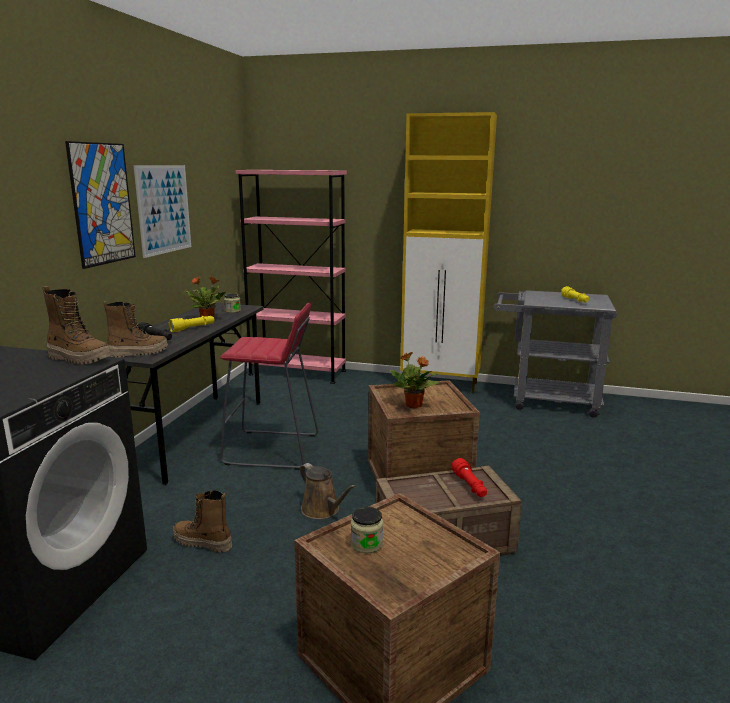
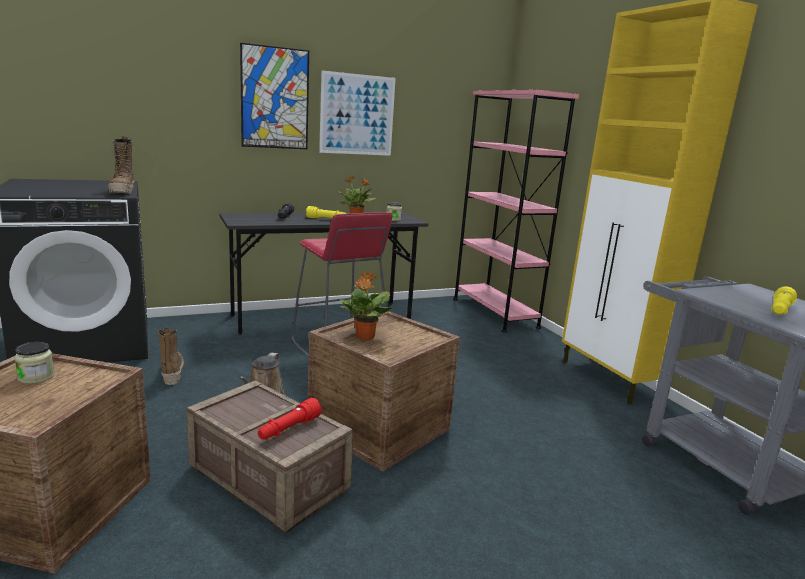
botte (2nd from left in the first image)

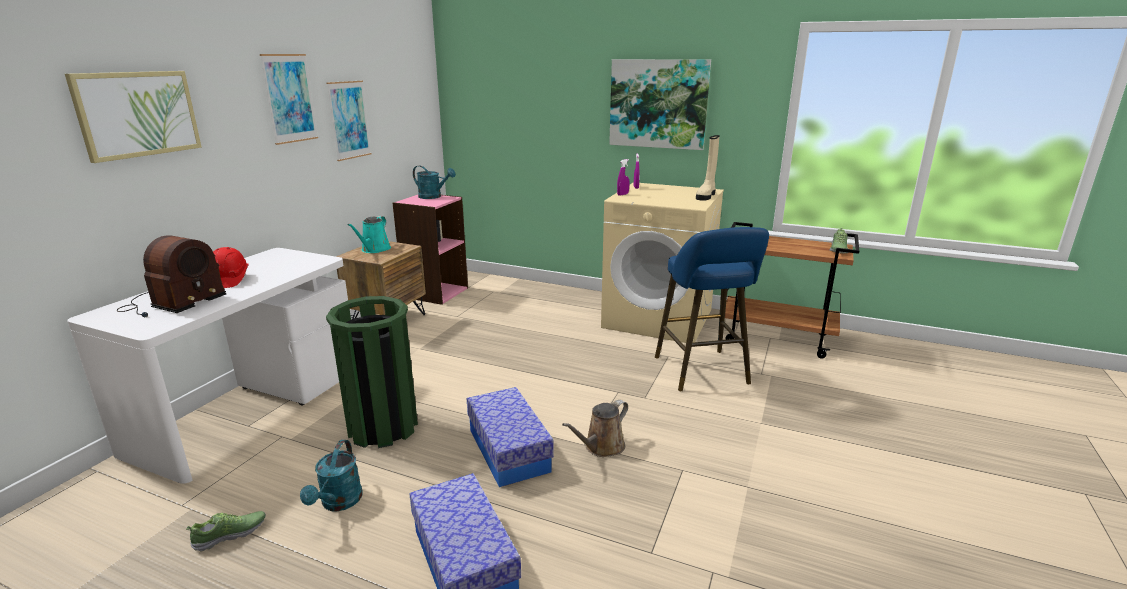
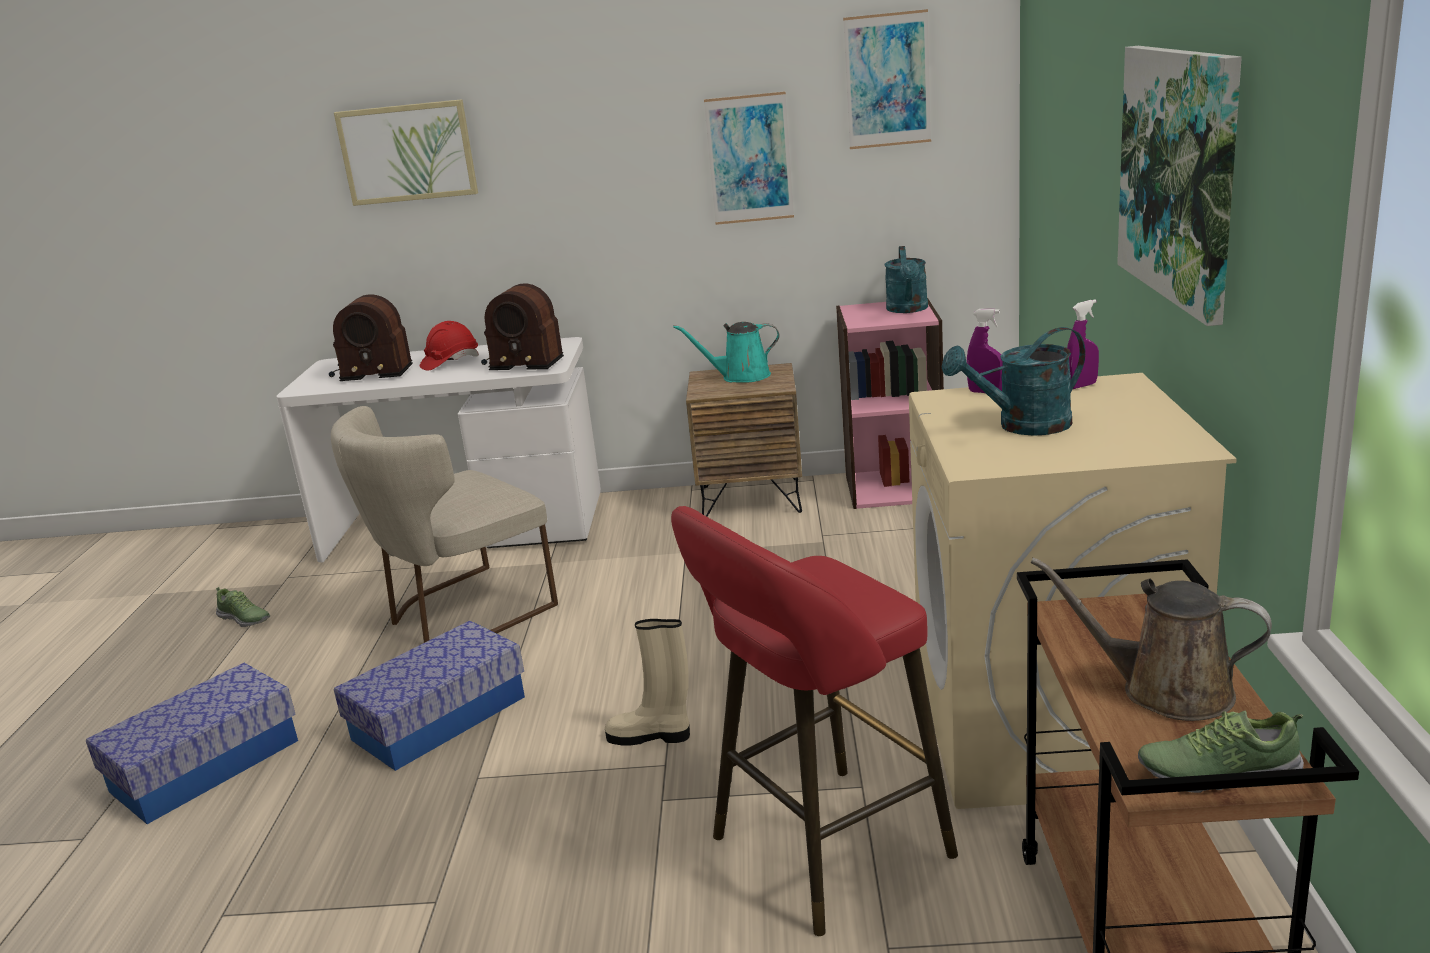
radio (2nd from left); tableau (3rd from left); arrosoir/turquoise (3rd from left); arrosoir/marron; botte/beige; chaise/beige; tabouret/rouge

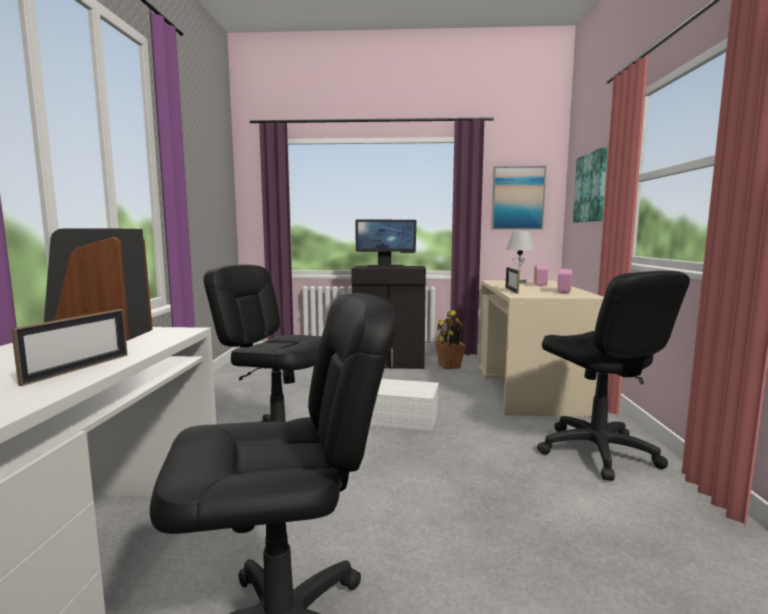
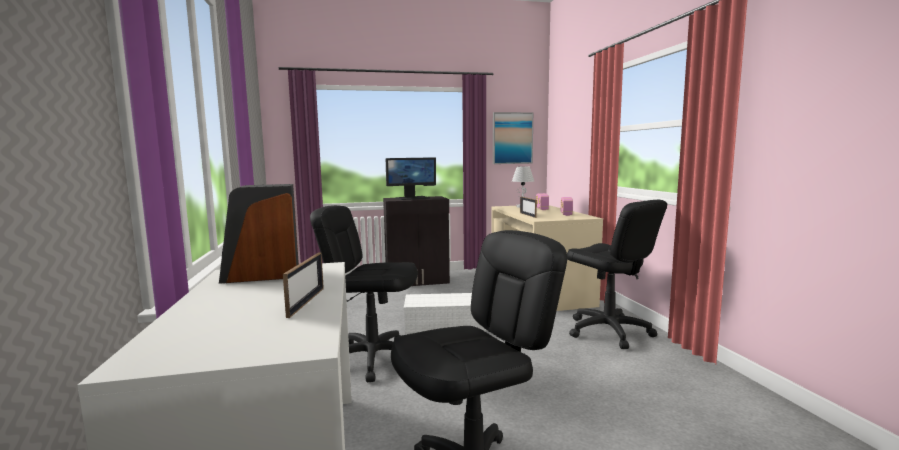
plante en pot; tableau (2nd from left in the first image)

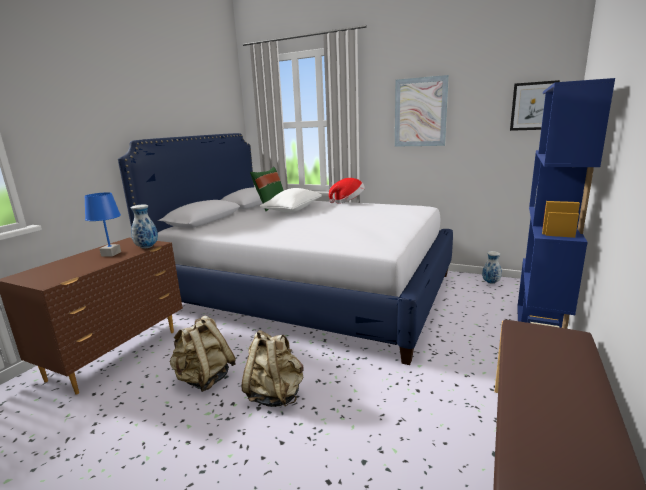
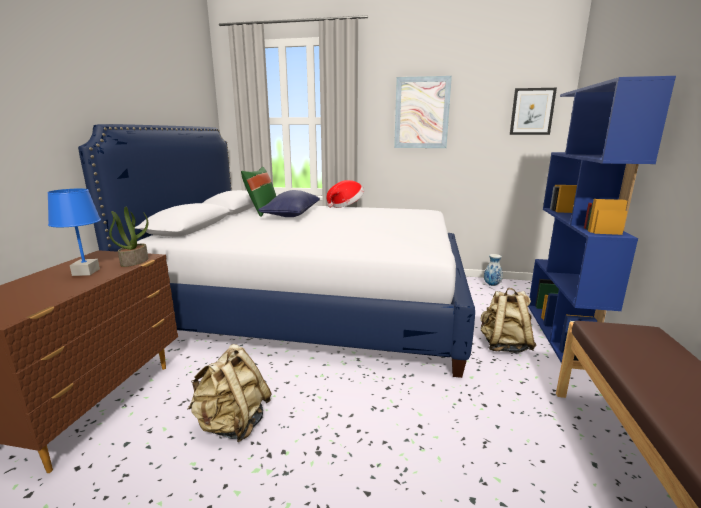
sac à dos/beige (2nd from left); plante en pot; coussin/bleu

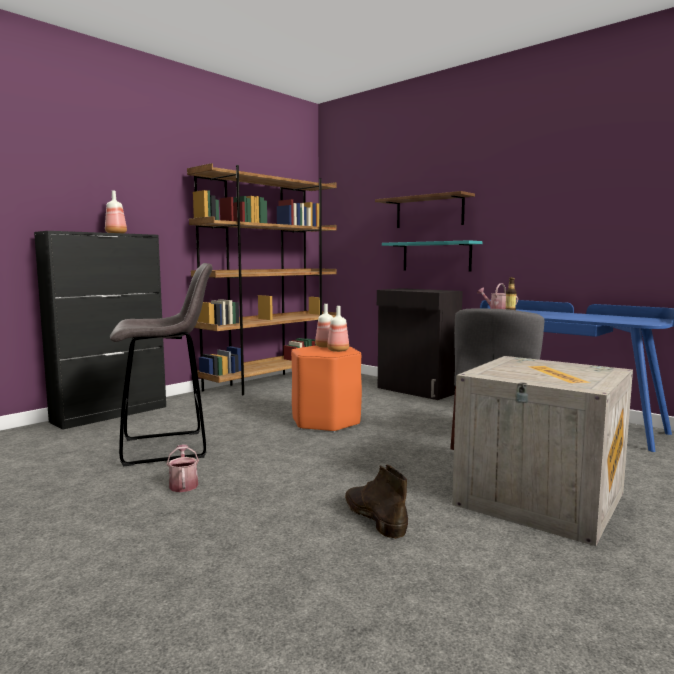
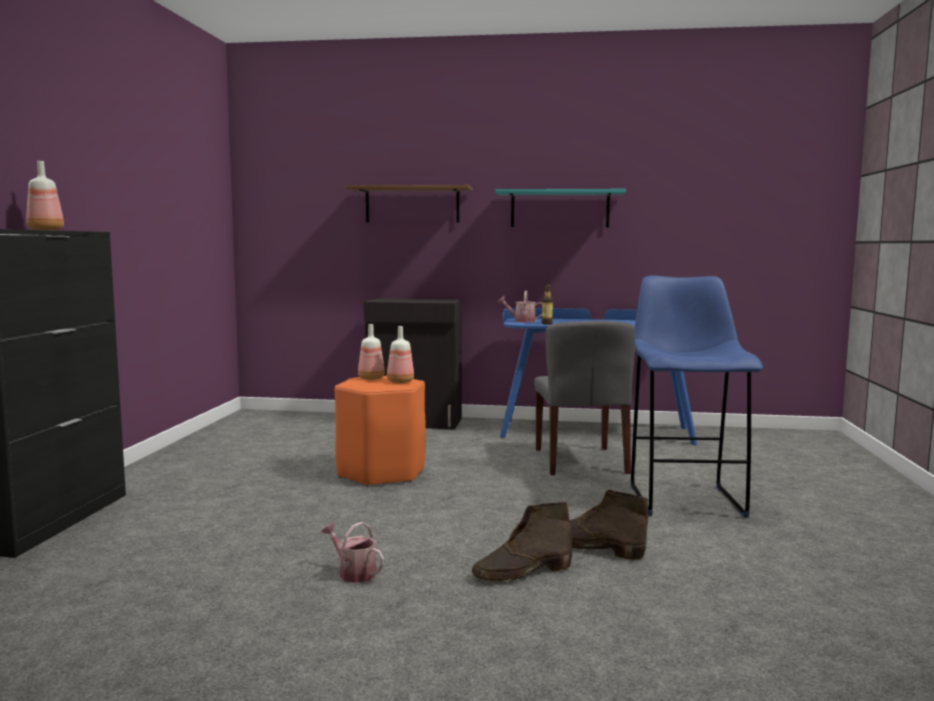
tabouret/gris; bibliothèque/marron; botte/marron (1st from left); étagère/turquoise; tabouret/bleu

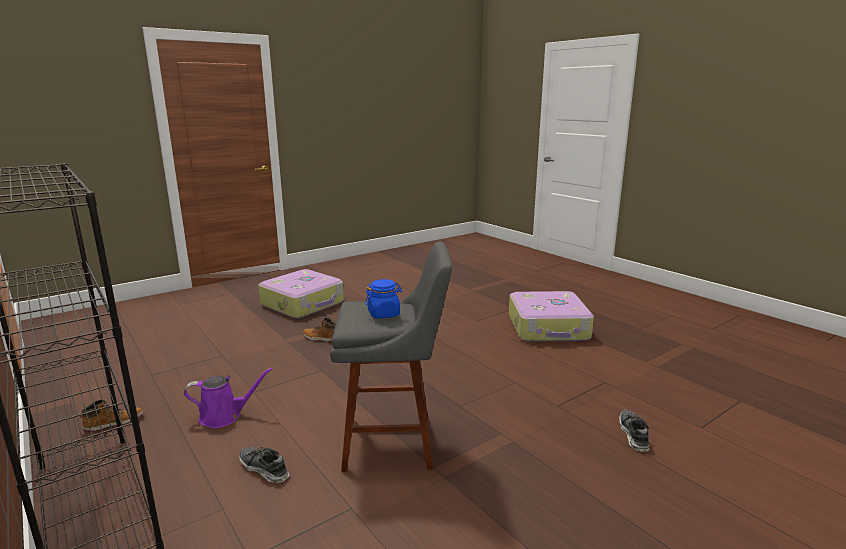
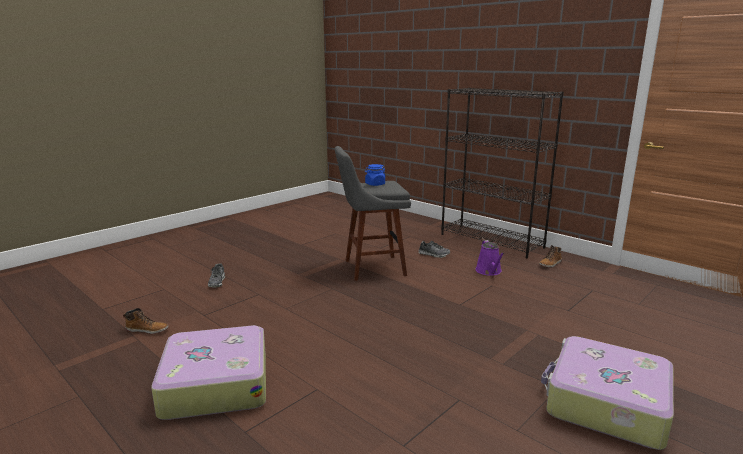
botte (1st from left); arrosoir/violet

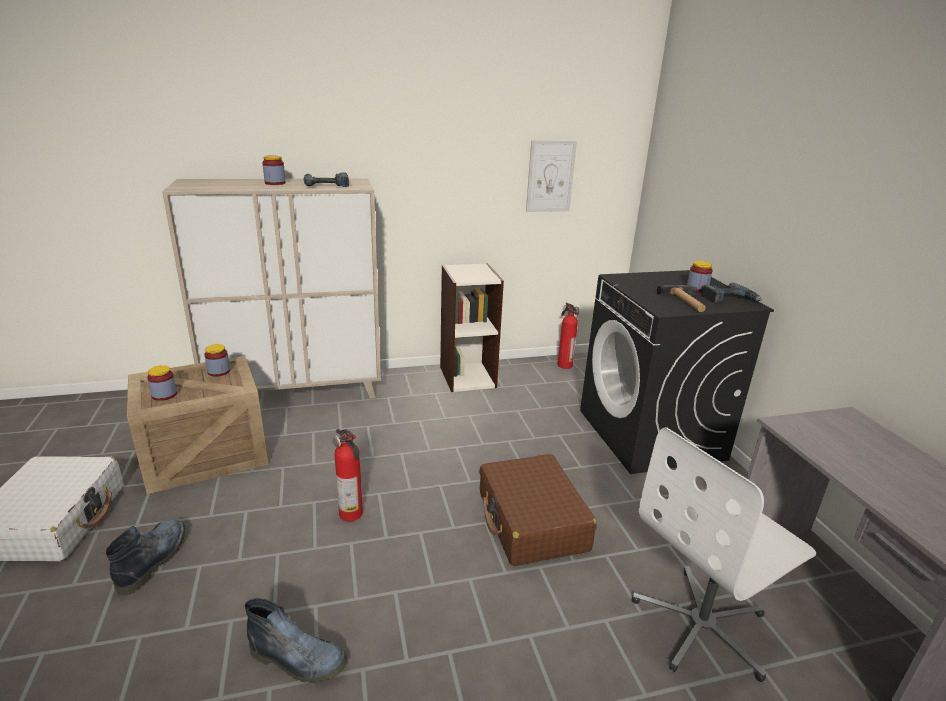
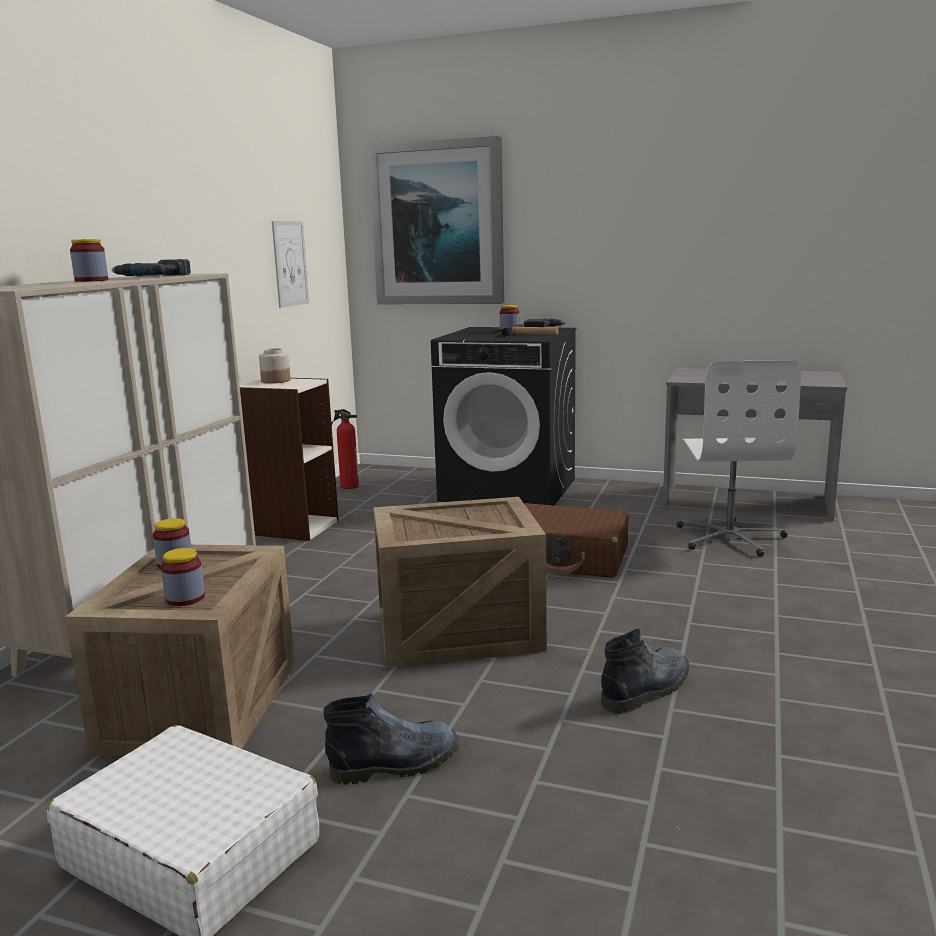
bocal (4th from left); tableau (2nd from left); caisse (2nd from left); botte (1st from left)

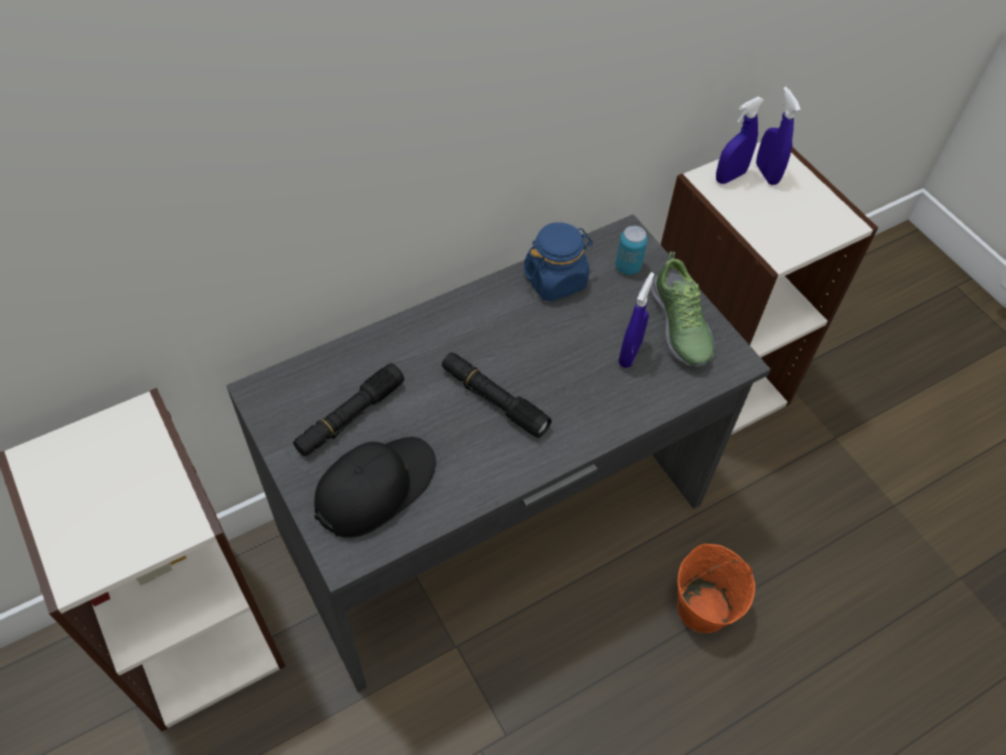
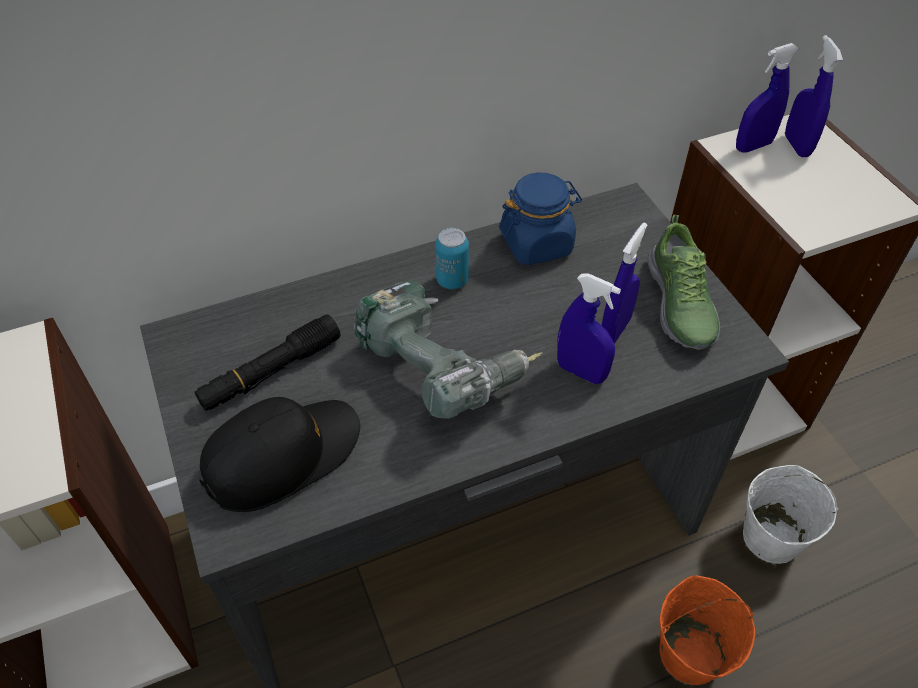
vaporisateur/bleu (1st from left); seau/blanc; boîte métallique; perceuse

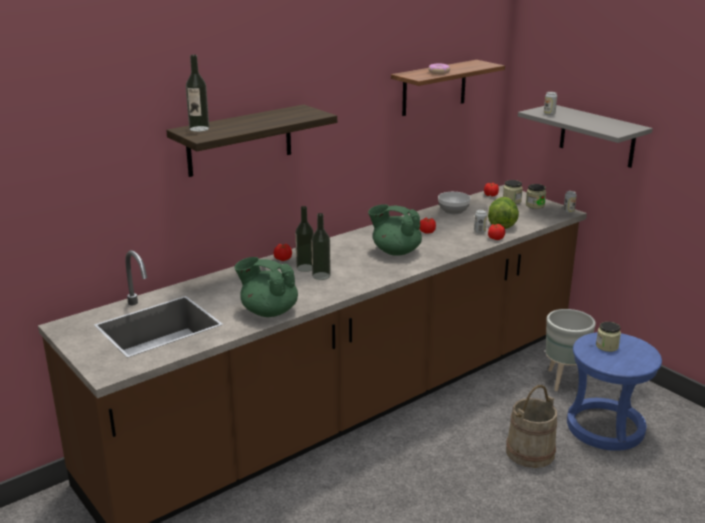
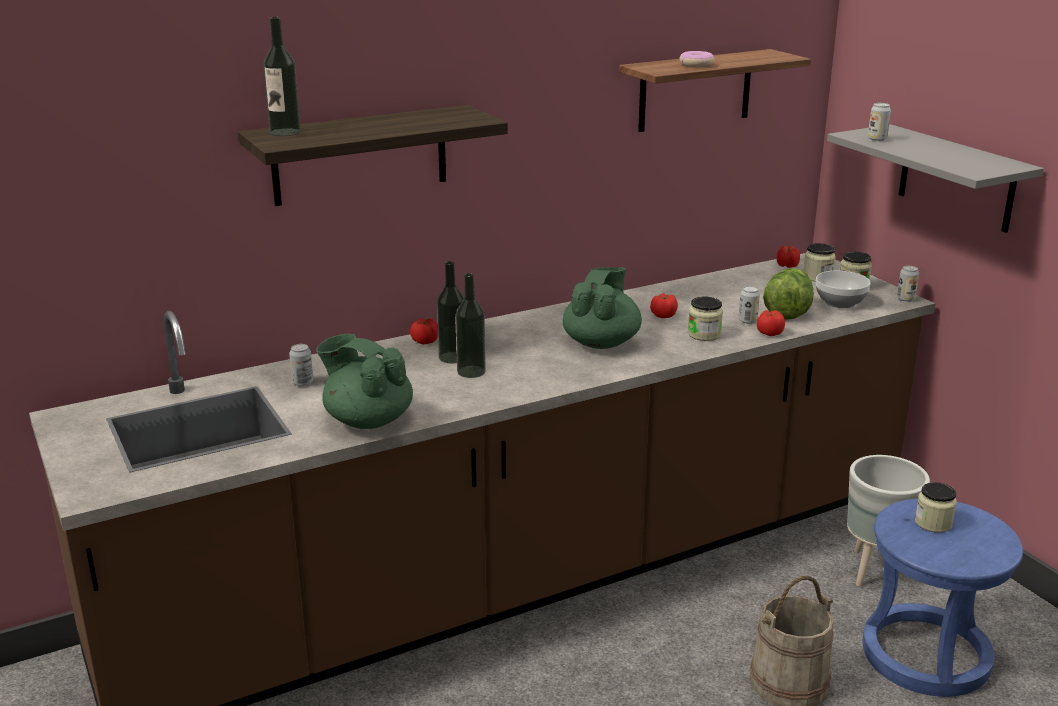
boîte métallique (1st from left); bocal (1st from left); bol; théière/vert (2nd from left)

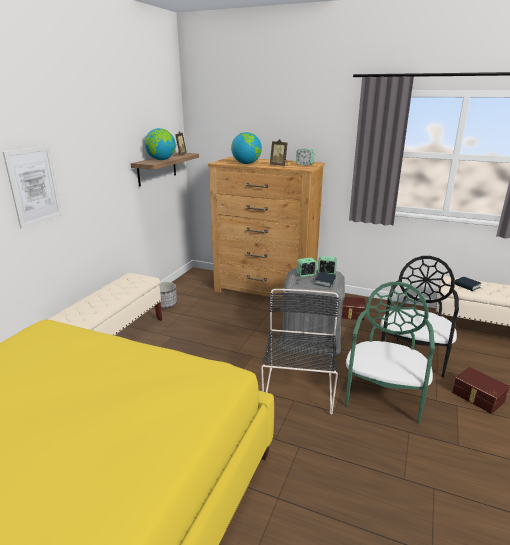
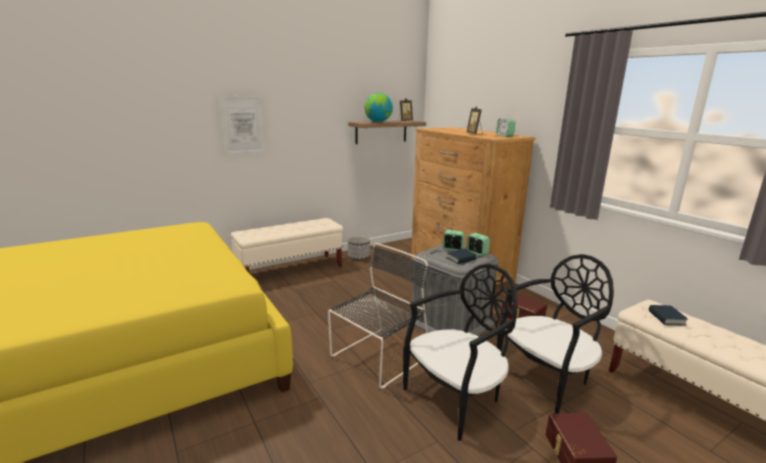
globe (2nd from left in the first image); chaise/noir (2nd from left)

